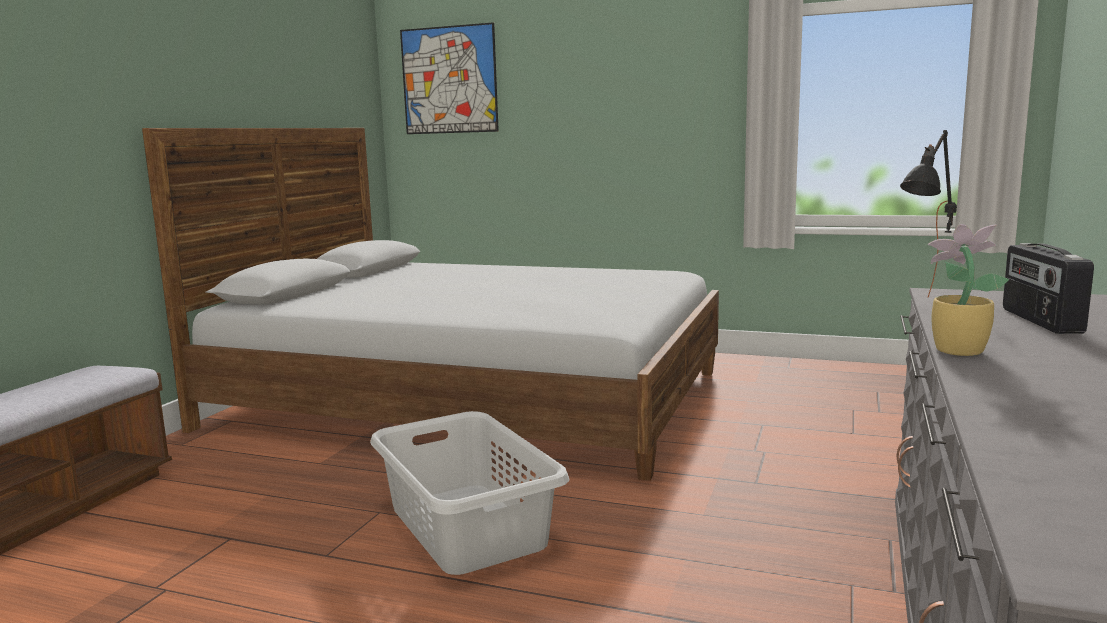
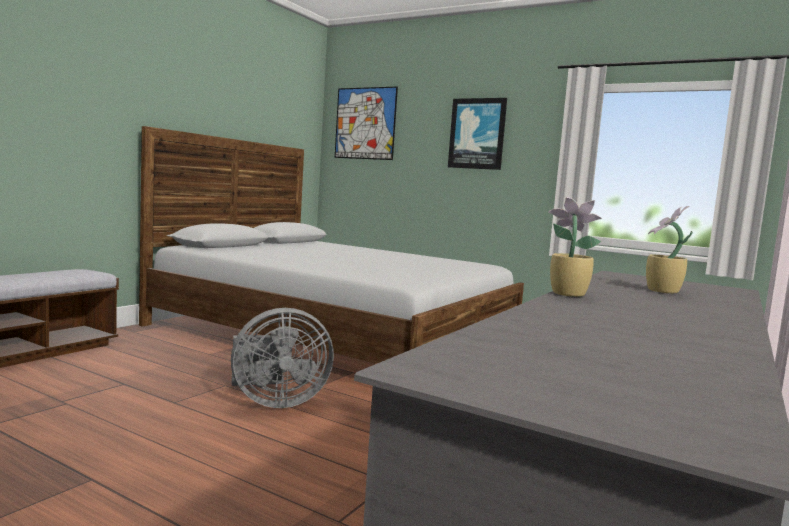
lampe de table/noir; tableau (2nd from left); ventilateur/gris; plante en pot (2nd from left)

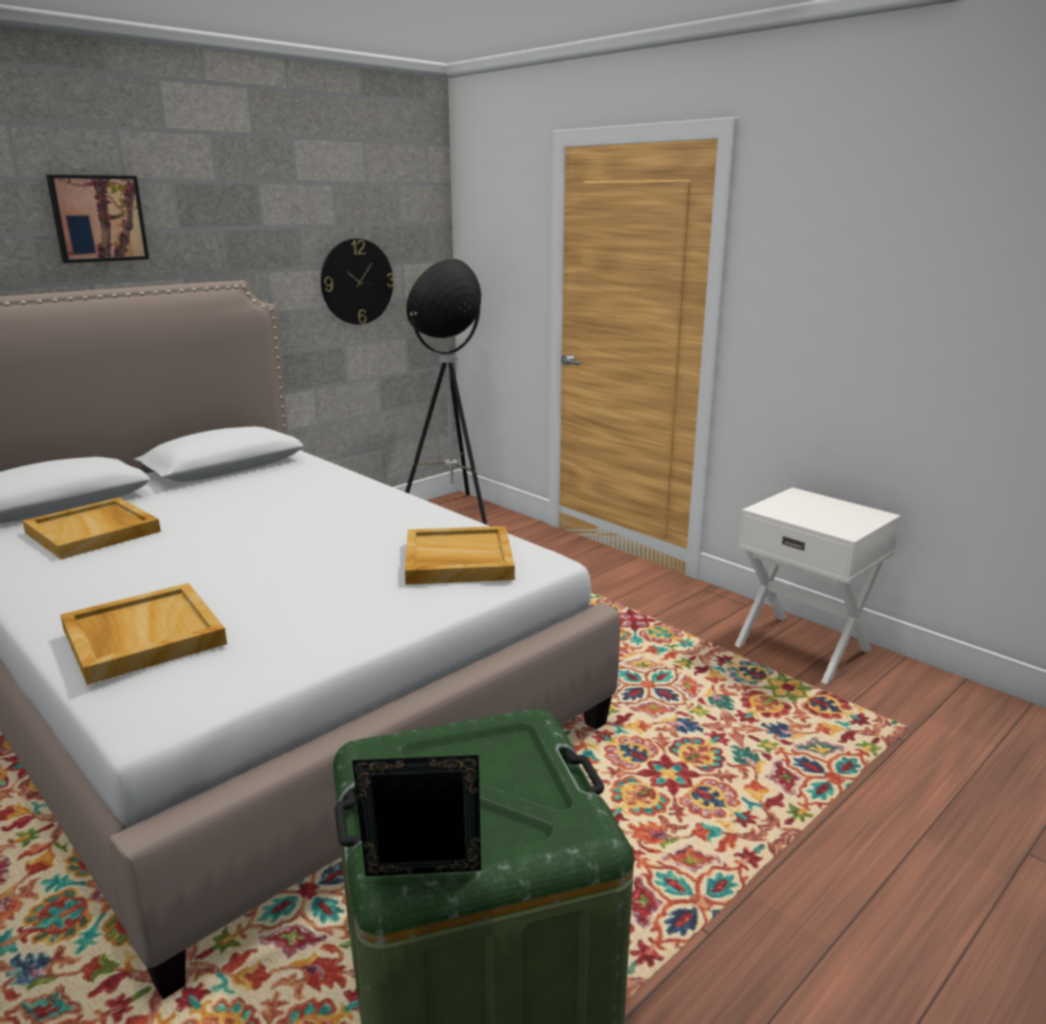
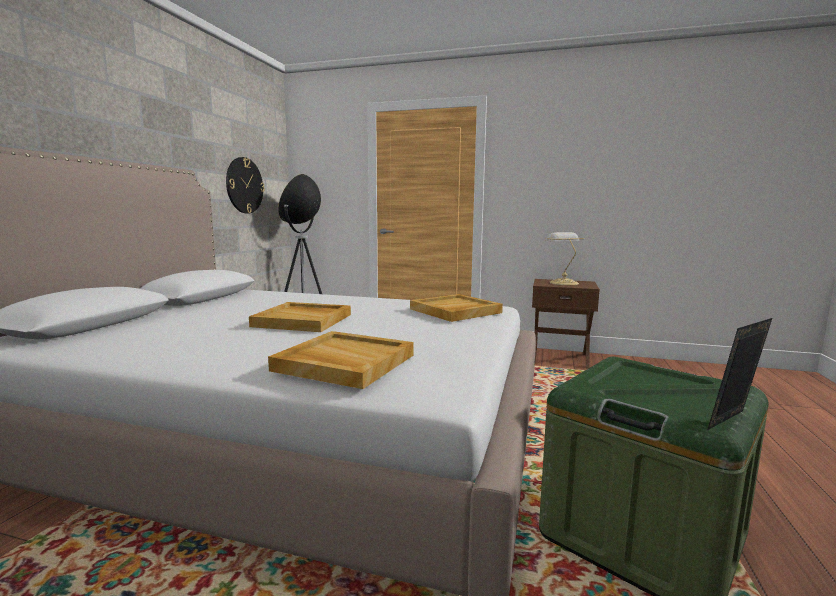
tableau; lampe de table; plateau/beige (1st from left); table de chevet/marron

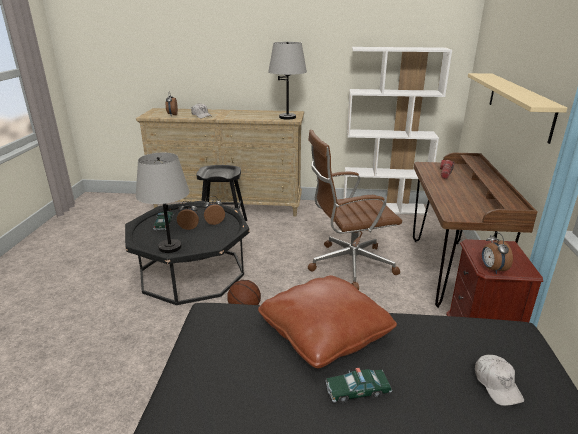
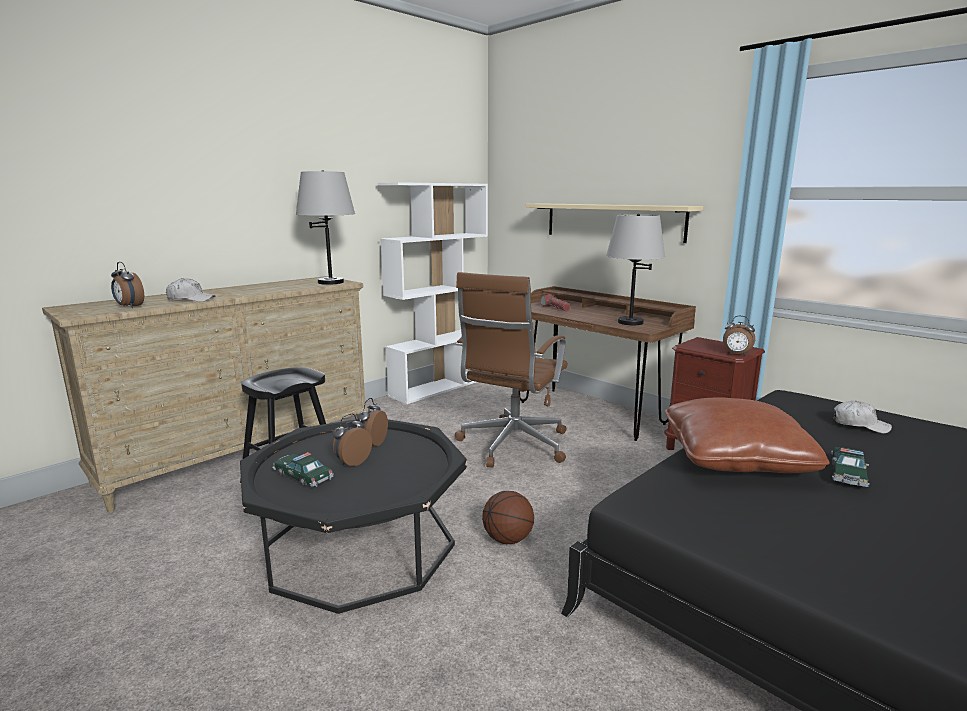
lampe de table/gris (2nd from left)

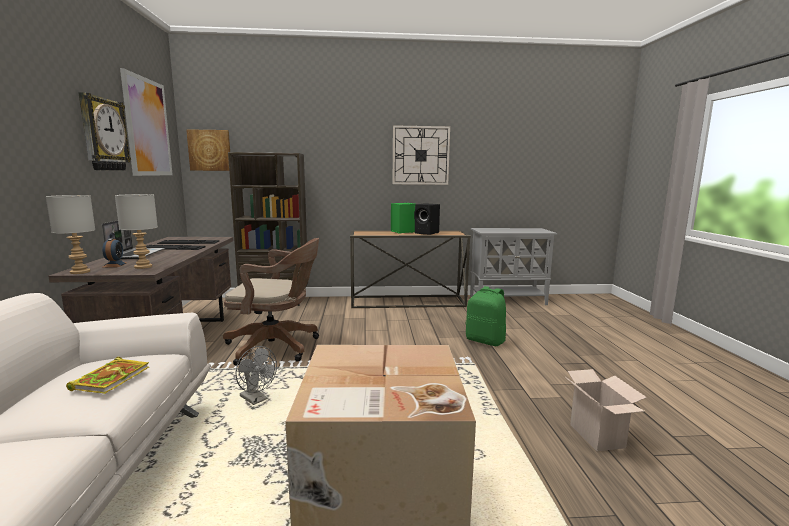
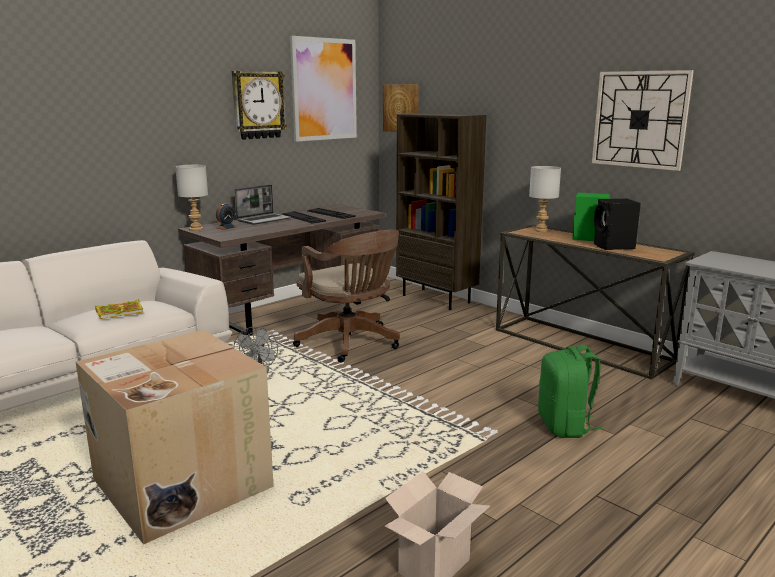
lampe de table/gris (2nd from left)

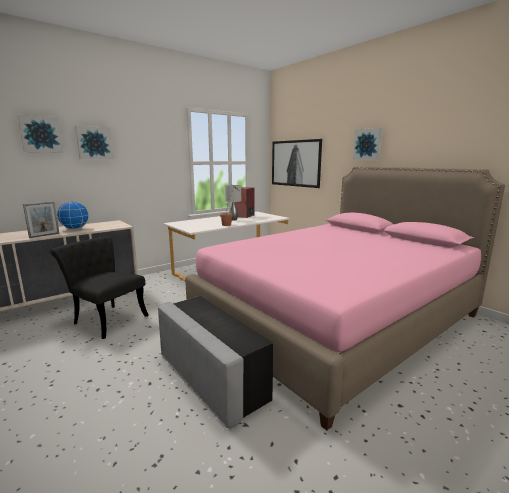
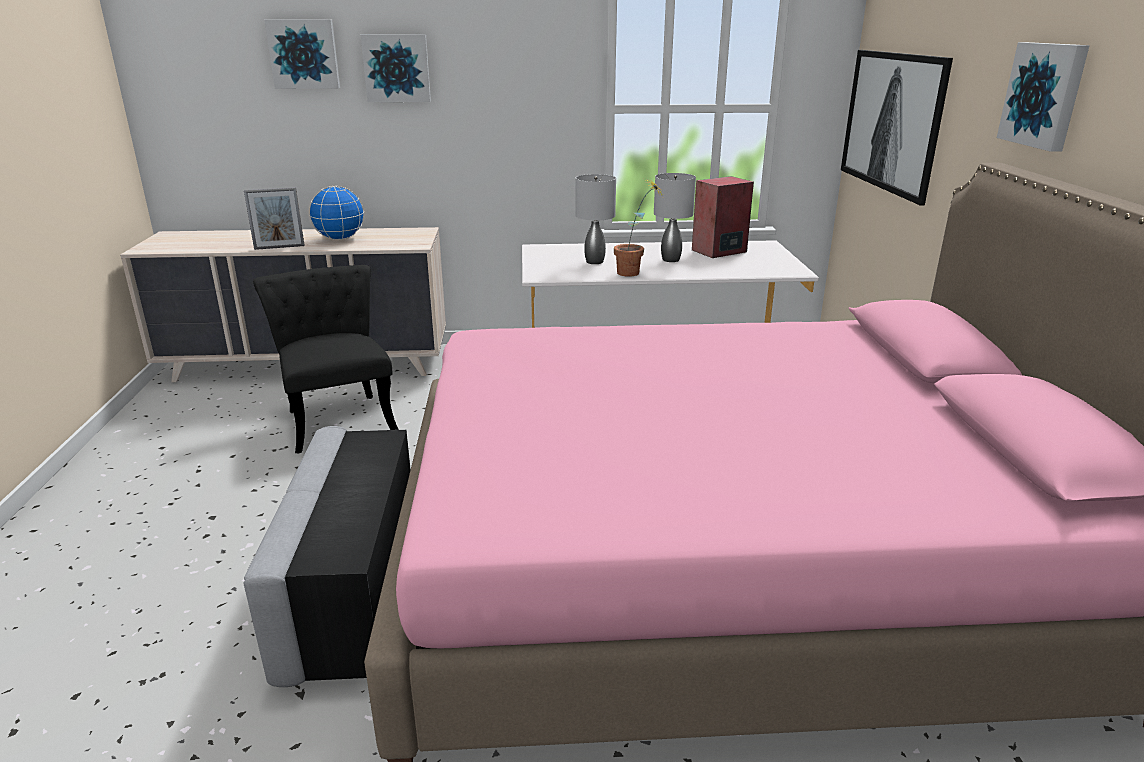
lampe de table/gris (1st from left)

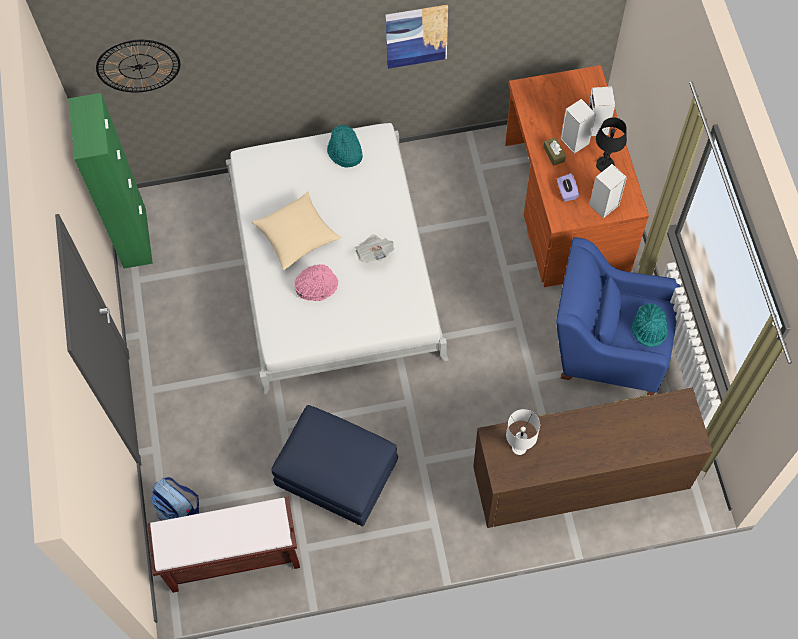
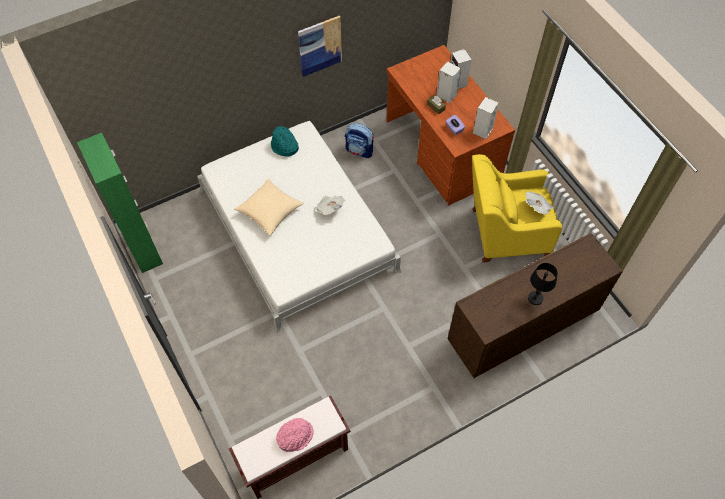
horloge murale; pouf/bleu; lampe de table/blanc; sac à dos; chapeau/rose; lampe de table/noir; journal (2nd from left); fauteuil/jaune

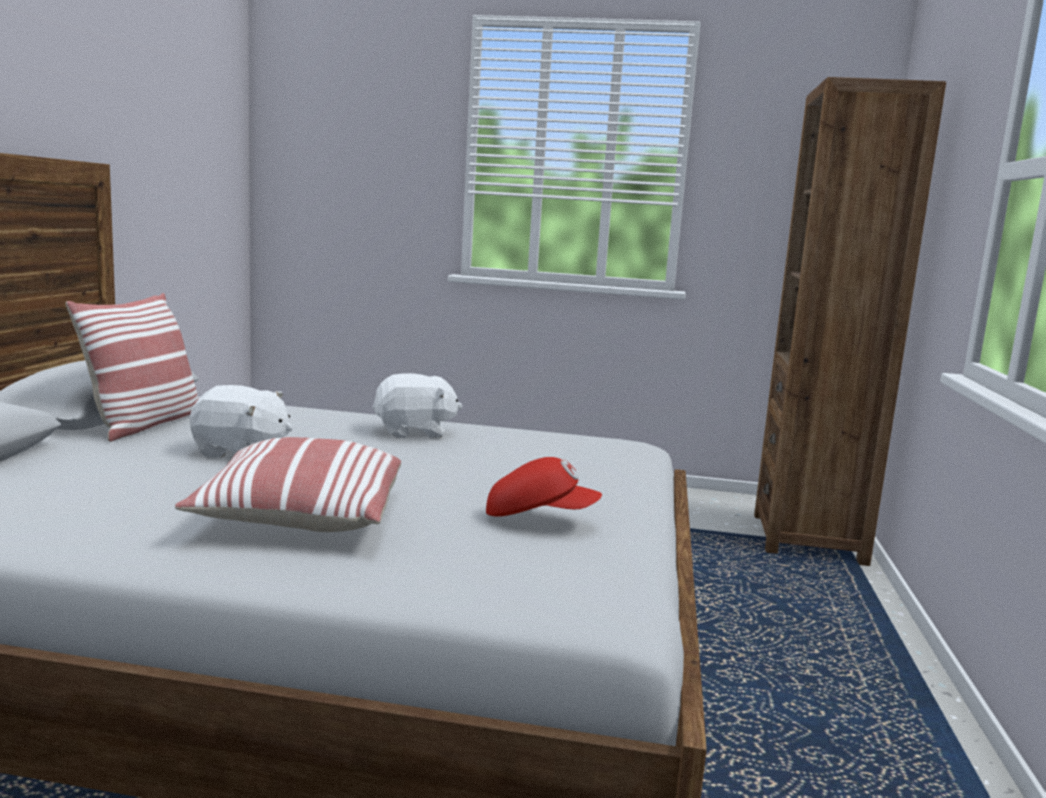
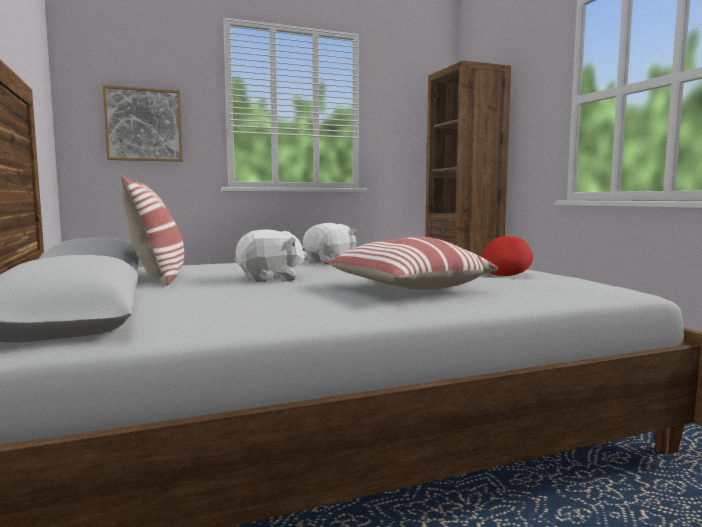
tableau; casquette/rouge

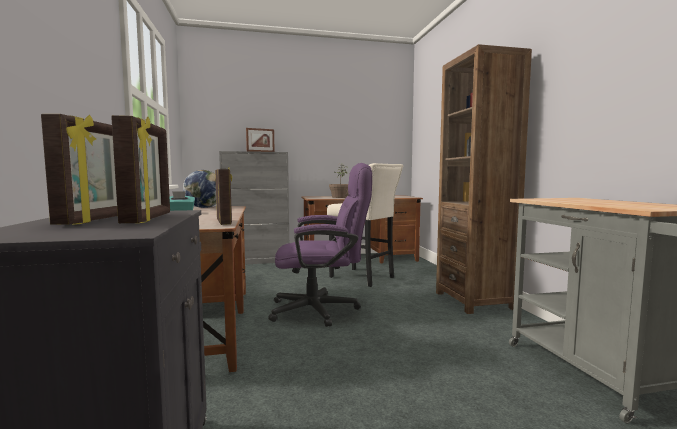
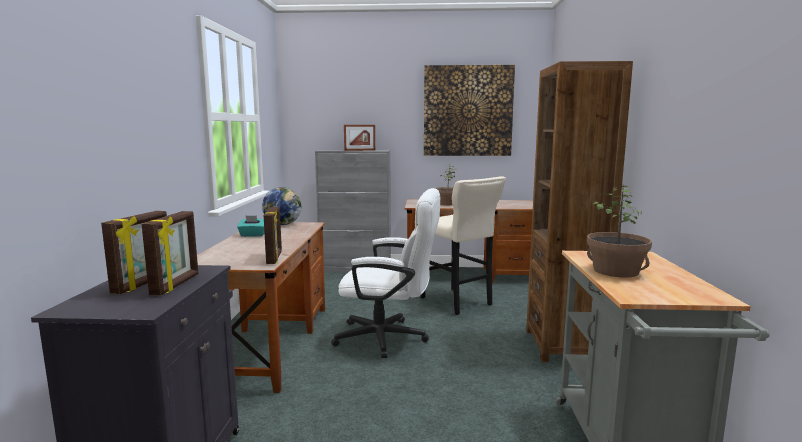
tableau; plante en pot (2nd from left); chaise de bureau/blanc

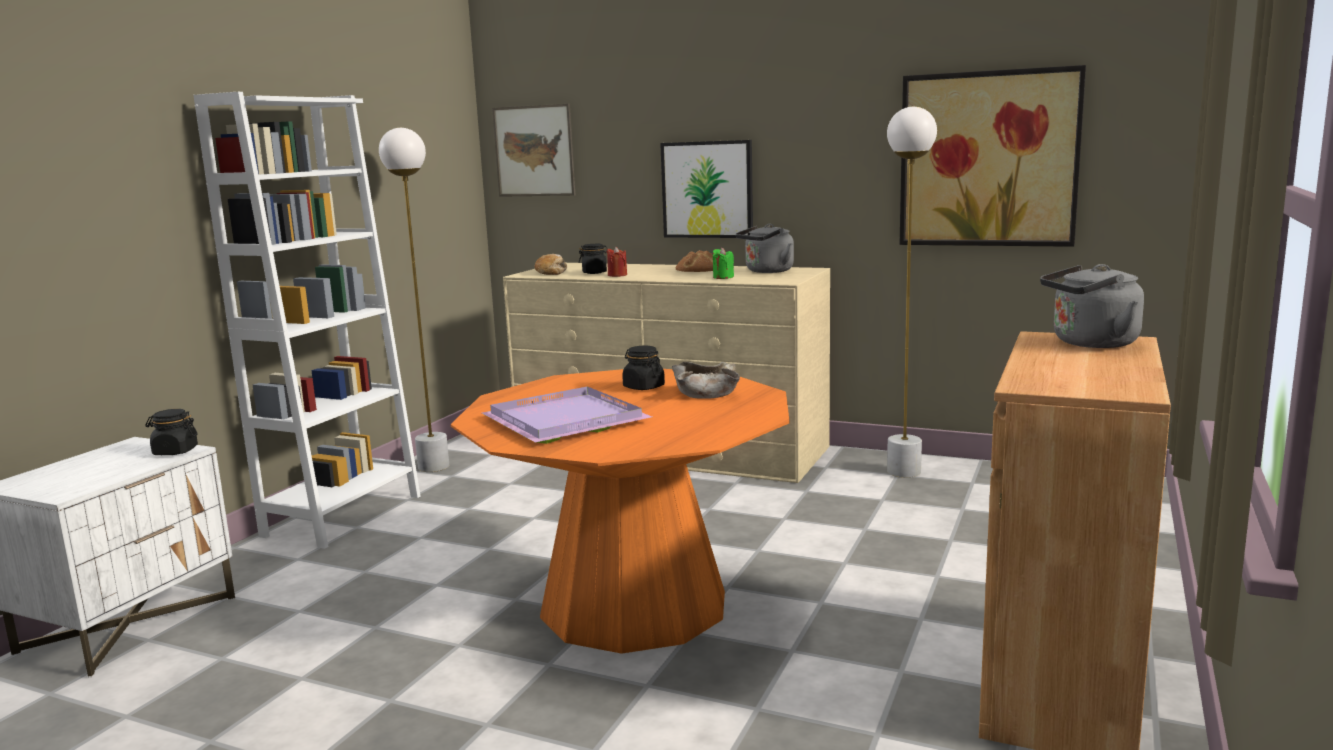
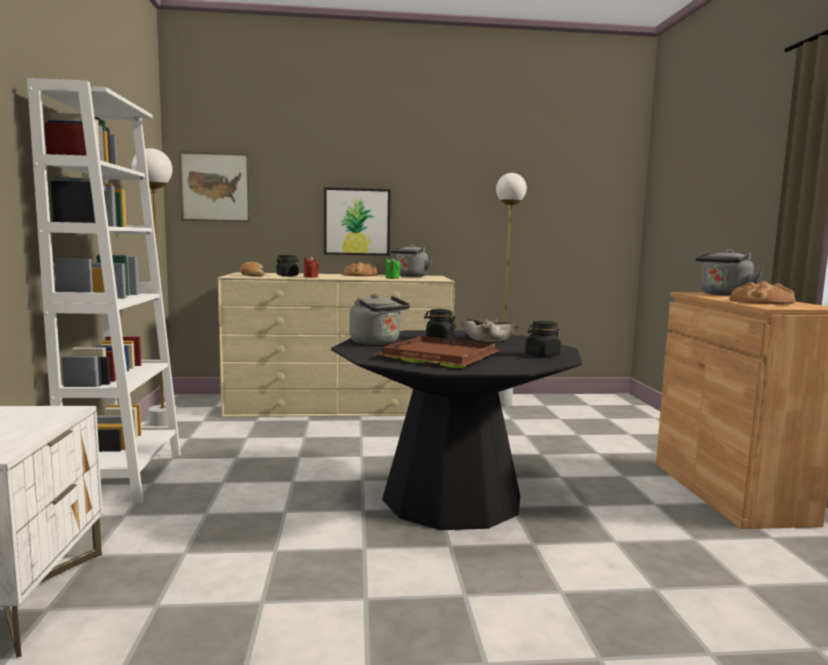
tableau (3rd from left in the first image); bouilloire/gris (1st from left); pain (3rd from left); bocal/noir (3rd from left); table à manger/noir; plateau/marron

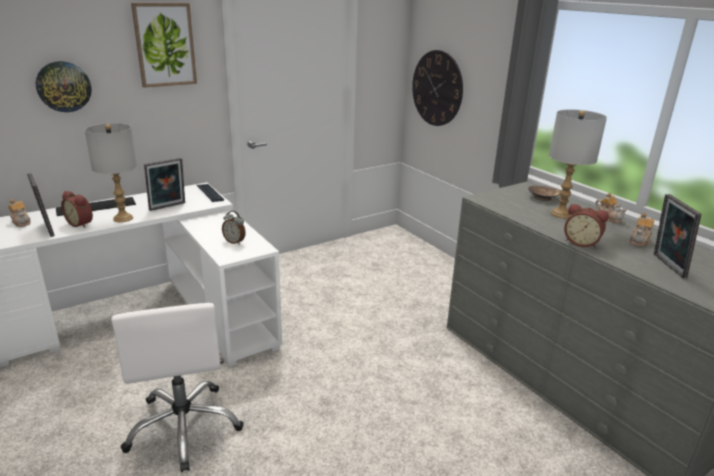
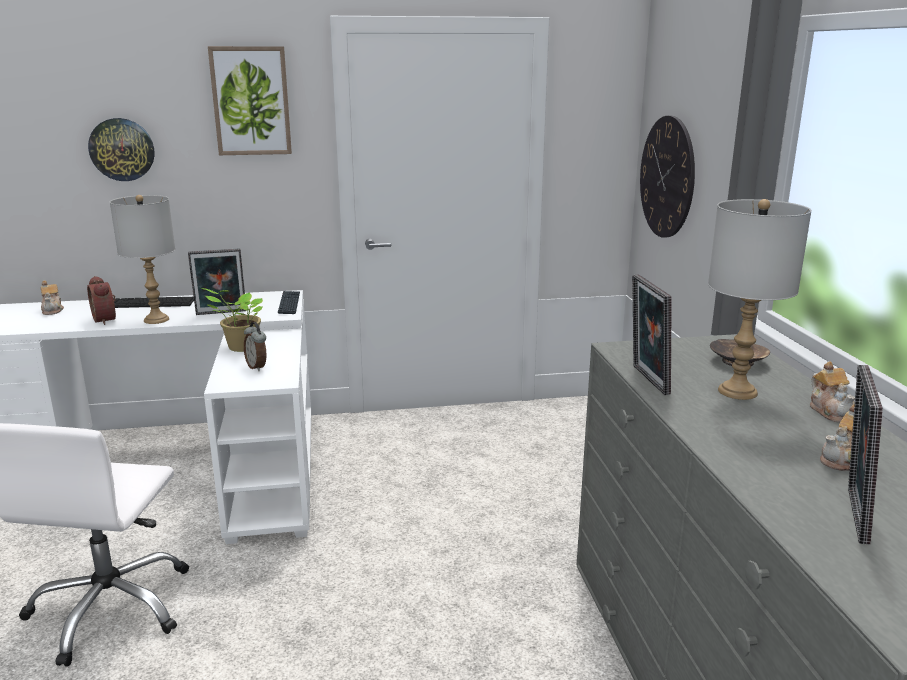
réveil (3rd from left in the first image); plante en pot; cadre photo (2nd from left)

